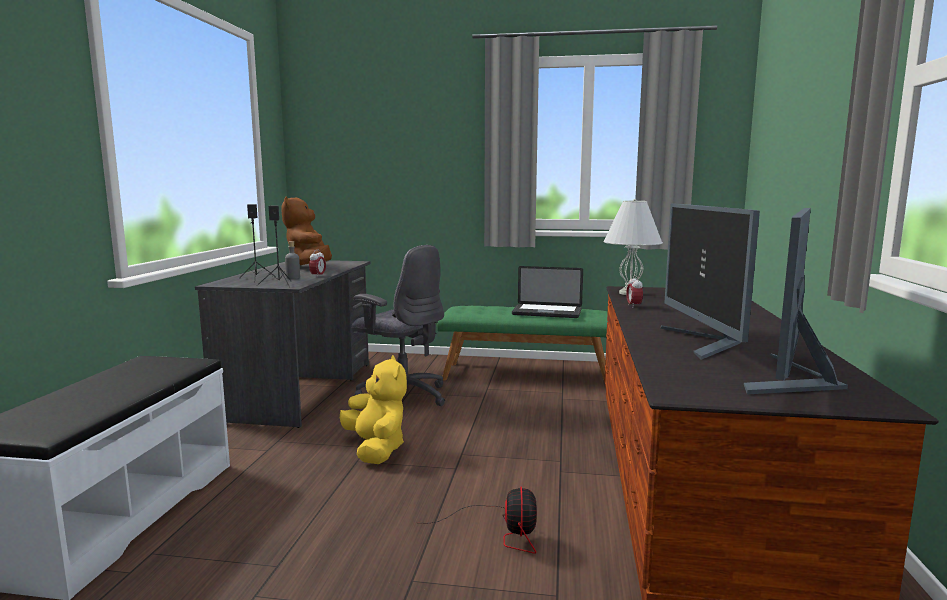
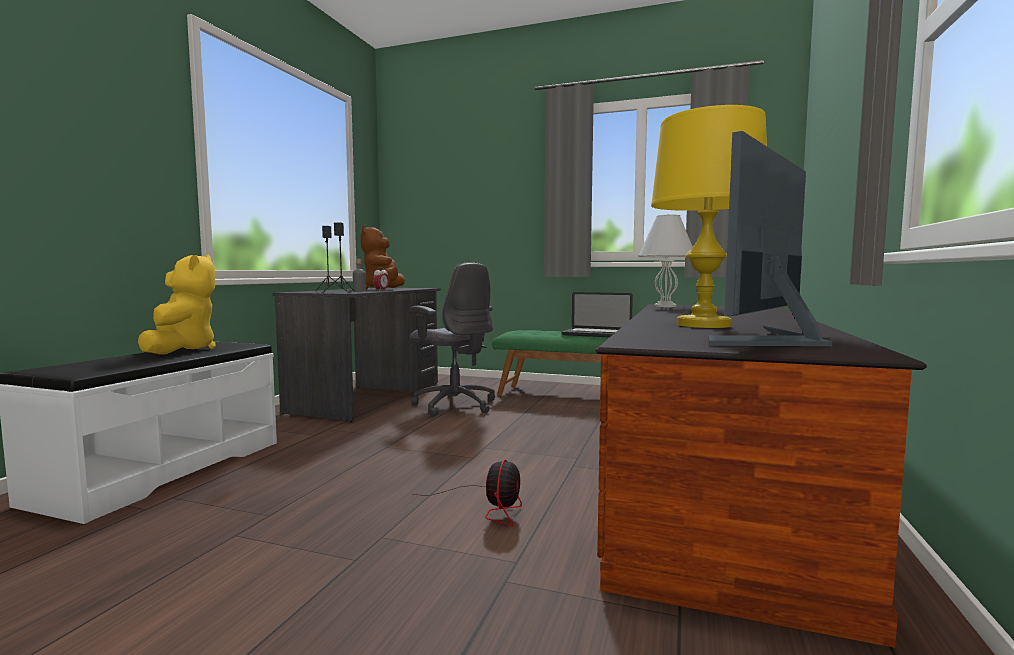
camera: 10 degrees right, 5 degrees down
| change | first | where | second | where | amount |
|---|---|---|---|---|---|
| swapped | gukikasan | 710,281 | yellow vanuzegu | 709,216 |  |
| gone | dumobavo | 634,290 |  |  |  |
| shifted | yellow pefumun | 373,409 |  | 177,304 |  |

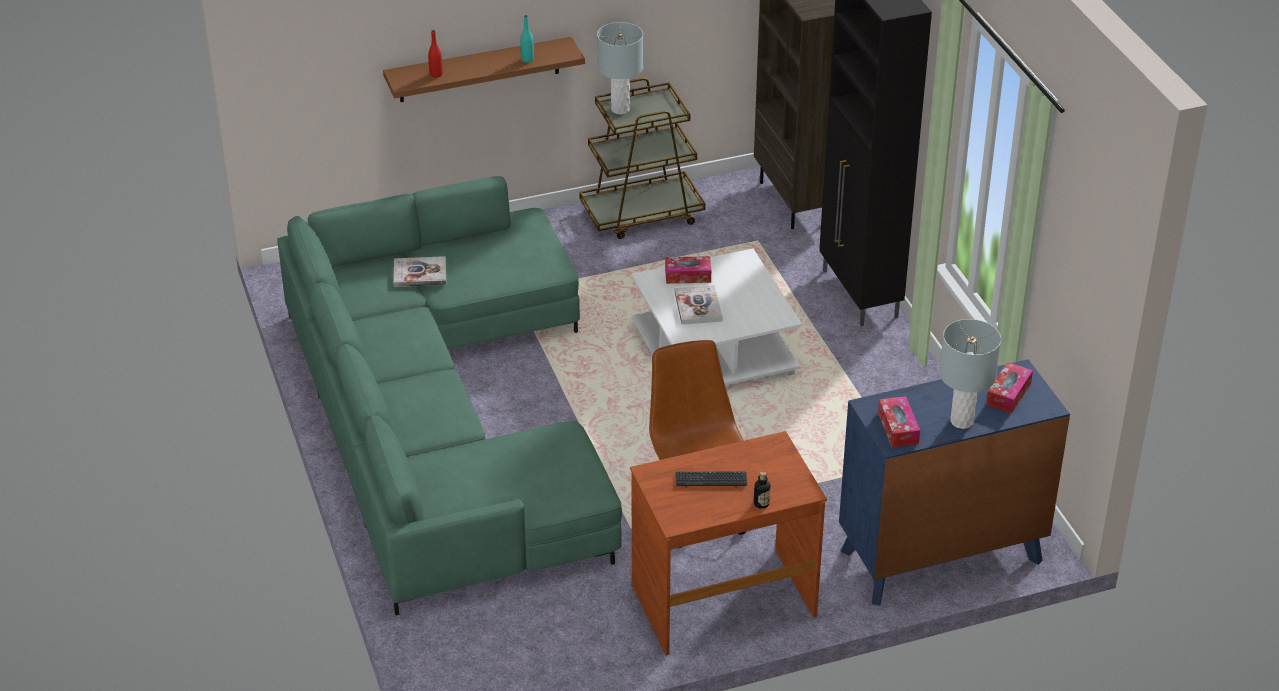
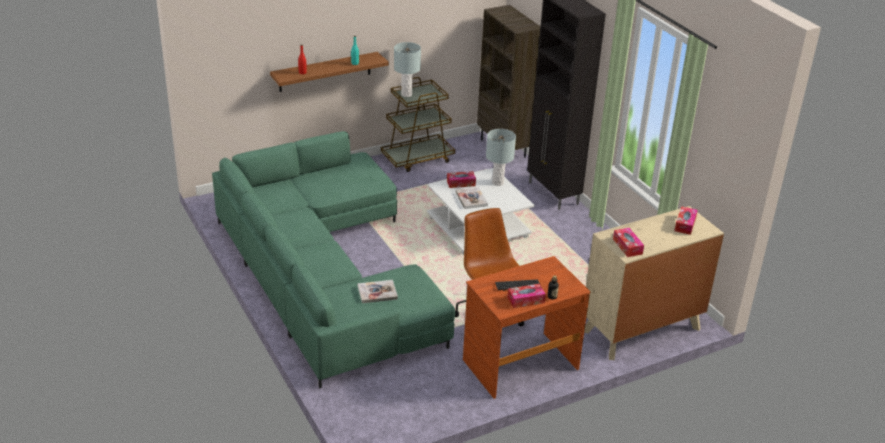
camera: 10 degrees left, 5 degrees down
| change | first | where | second | where | amount |
|---|---|---|---|---|---|
| shifted | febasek | 419,271 |  | 378,291 |  |
| shifted | grey vanuzegu | 970,374 |  | 501,157 |  |
| repainted | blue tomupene | 954,482 | beige tomupene | 654,283 |  |
| new |  |  | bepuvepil | 526,296 |  |

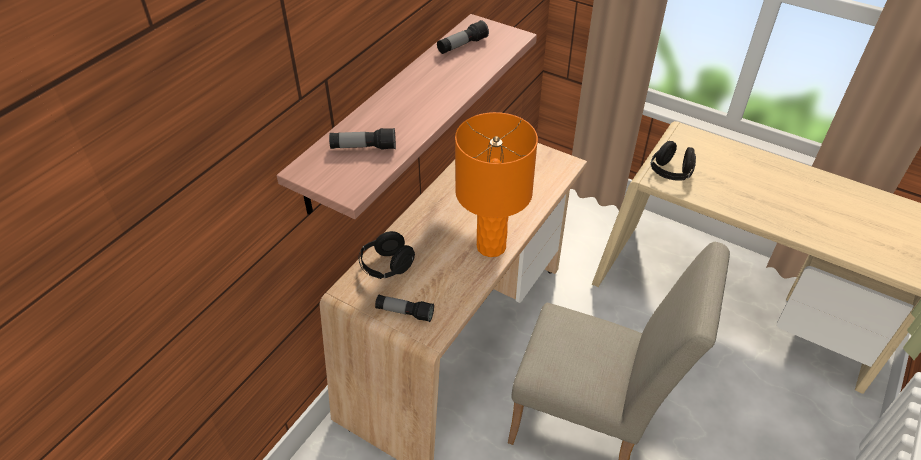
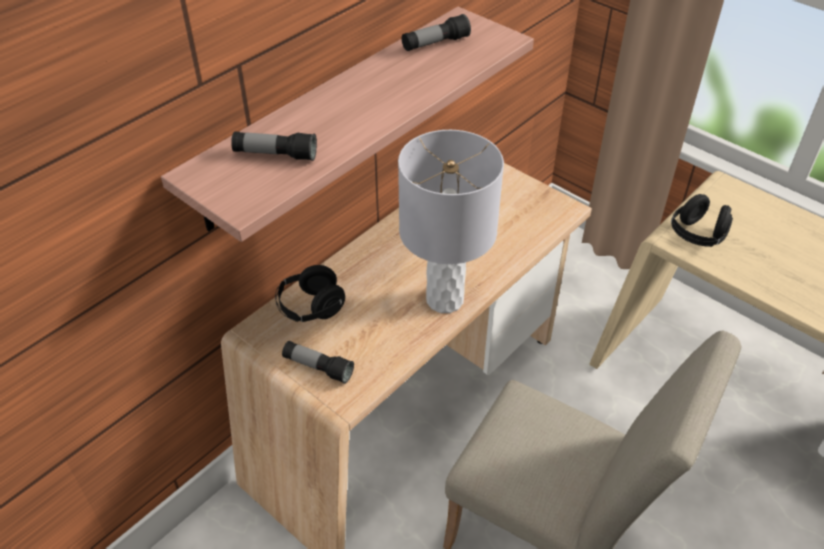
camera: 10 degrees right, 0 degrees up
| change | first | where | second | where | amount |
|---|---|---|---|---|---|
| repainted | orange vanuzegu | 496,184 | grey vanuzegu | 451,221 |  |

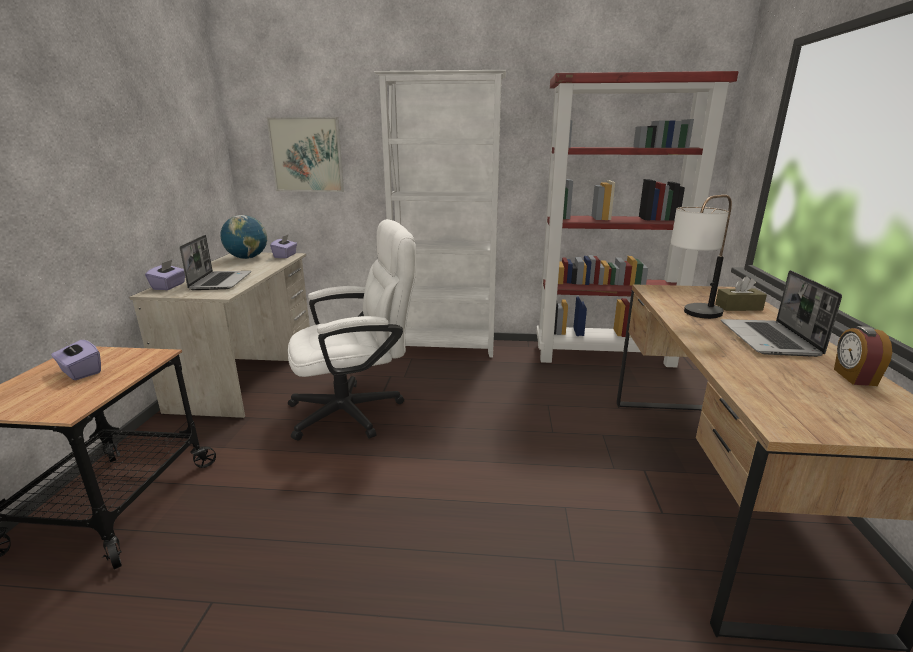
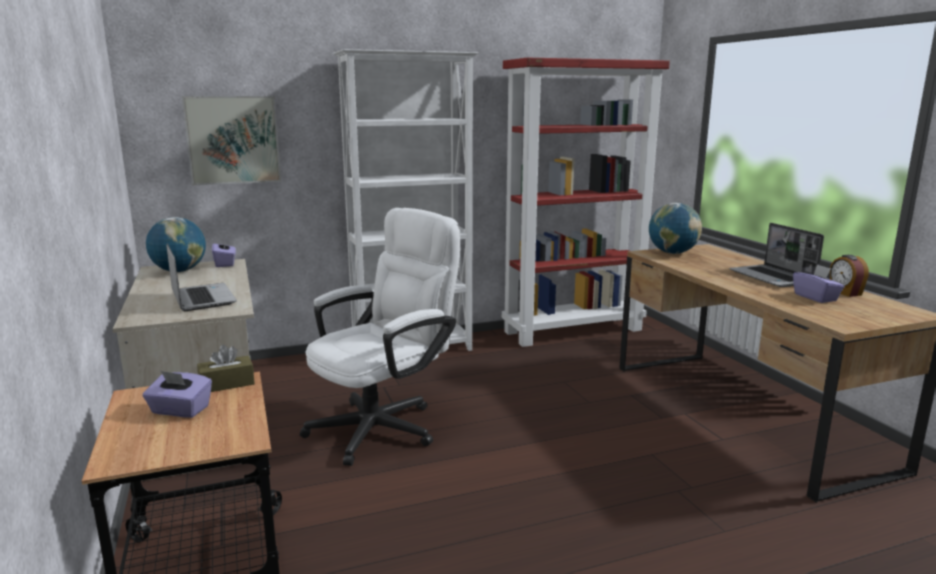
camera: 25 degrees left, 5 degrees down
| change | first | where | second | where | amount |
|---|---|---|---|---|---|
| gone | vanuzegu | 701,257 |  |  |  |
| shifted | purple bepuvepil | 165,275 |  | 819,283 |  |
| shifted | brown bepuvepil | 741,293 |  | 226,368 |  |
| new |  |  | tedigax | 675,228 |  |

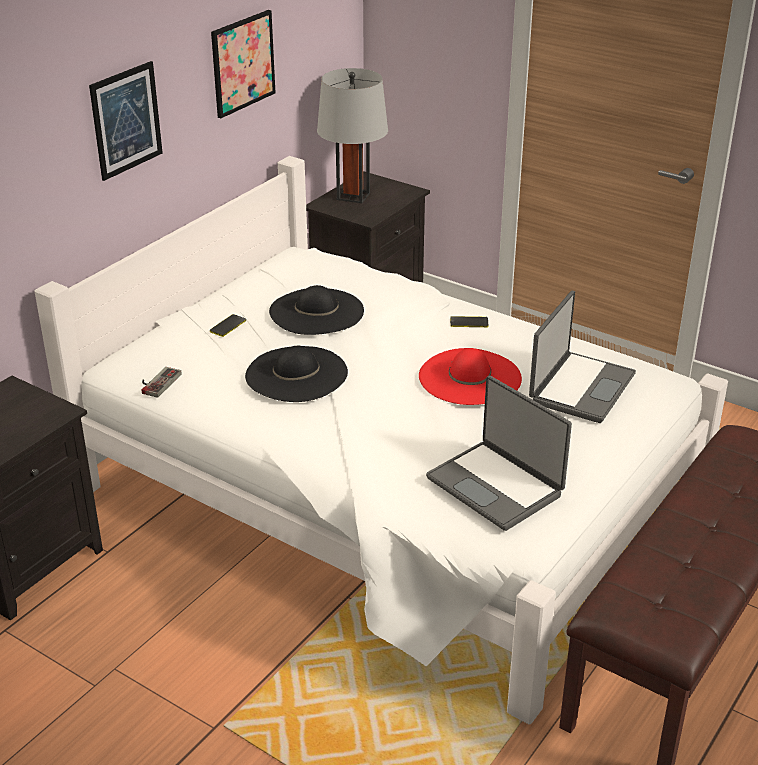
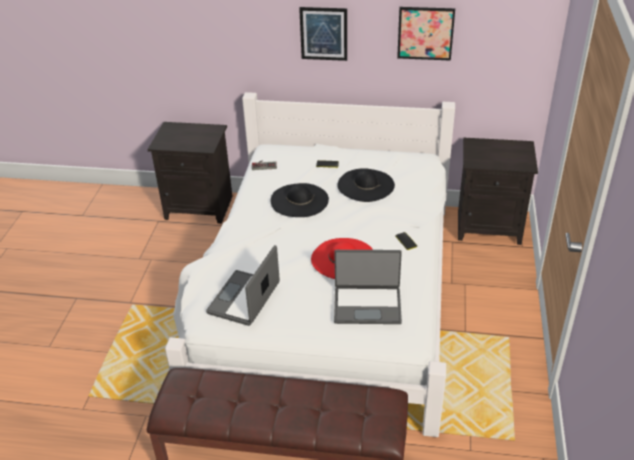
camera: 65 degrees right, 5 degrees up
| change | first | where | second | where | amount |
|---|---|---|---|---|---|
| gone | grey vanuzegu | 352,135 |  |  |  |

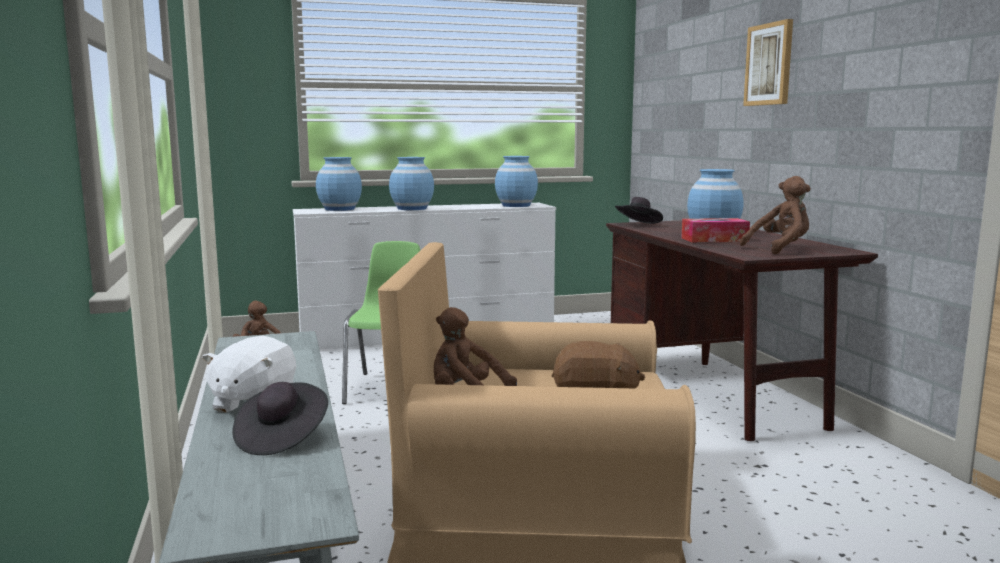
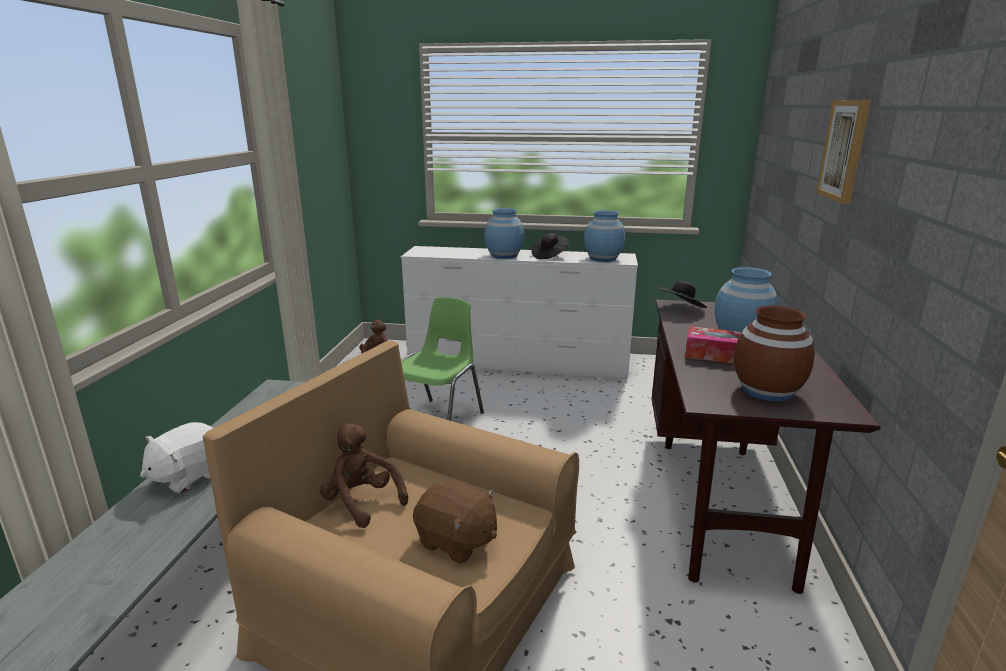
camera: 25 degrees right, 10 degrees up
| change | first | where | second | where | amount |
|---|---|---|---|---|---|
| gone | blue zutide | 339,184 |  |  |  |
| swapped | brown pefumun | 775,215 | brown zutide | 774,353 |  |
| shifted | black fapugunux | 280,418 |  | 551,246 |  |

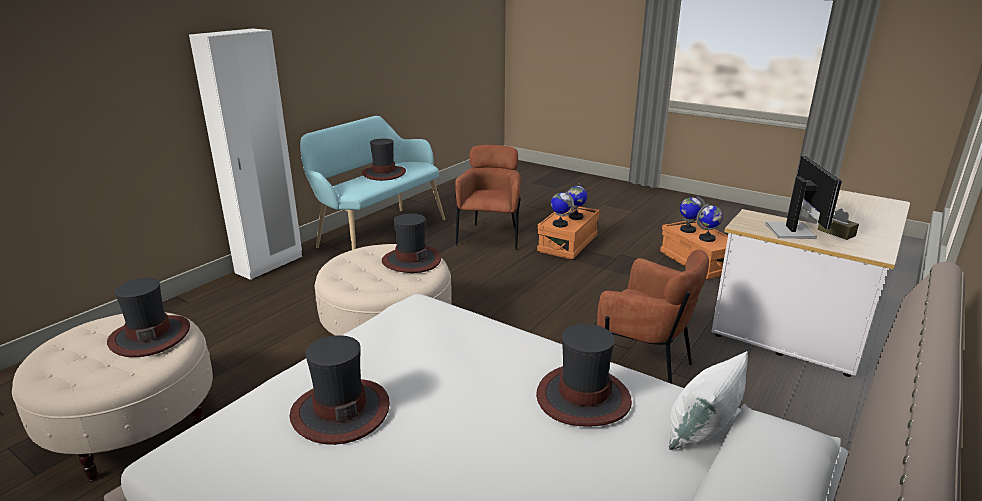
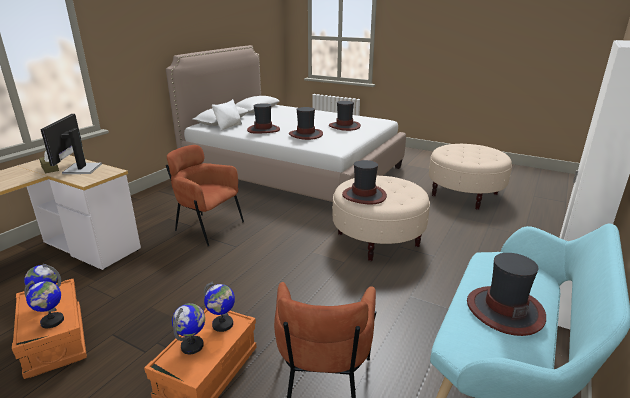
camera: 175 degrees right, 0 degrees up
| change | first | where | second | where | amount |
|---|---|---|---|---|---|
| shifted | fapugunux | 148,317 |  | 306,123 |  |

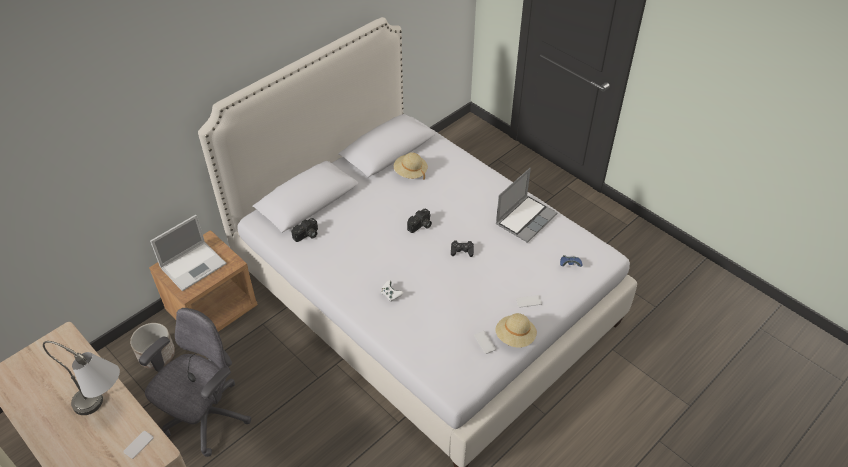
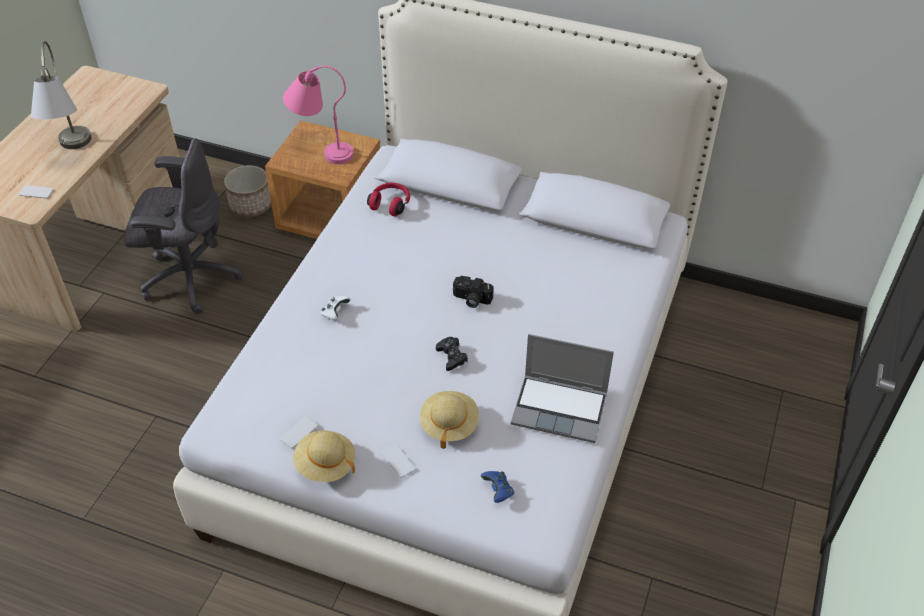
camera: 65 degrees right, 0 degrees up
| change | first | where | second | where | amount |
|---|---|---|---|---|---|
| shifted | beige fapugunux | 411,166 |  | 449,420 |  |
| swapped | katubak | 188,253 | pink vanuzegu | 318,114 |  |
| swapped | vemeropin | 304,230 | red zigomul | 388,199 |  |

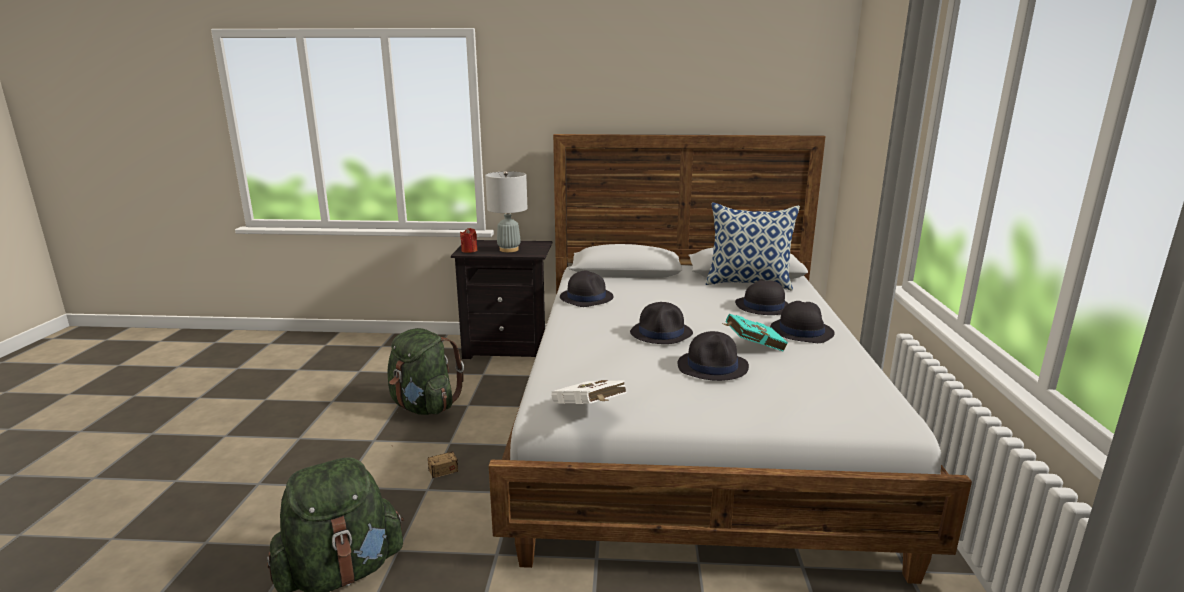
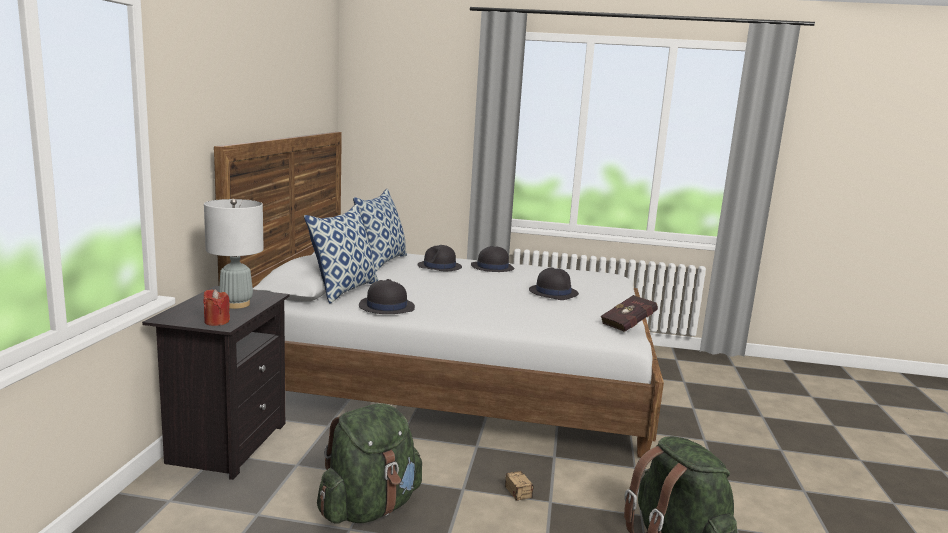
camera: 85 degrees left, 5 degrees down
| change | first | where | second | where | amount |
|---|---|---|---|---|---|
| gone | black fapugunux | 661,323 |  |  |  |
| gone | turquoise febasek | 754,332 |  |  |  |
| repainted | white febasek | 589,392 | red febasek | 629,313 |  |
| new |  |  | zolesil | 341,254 |  |

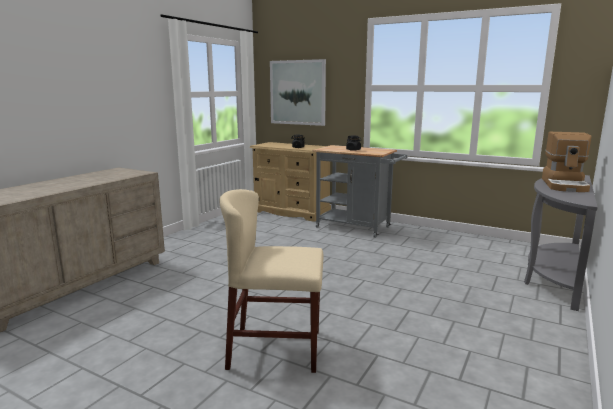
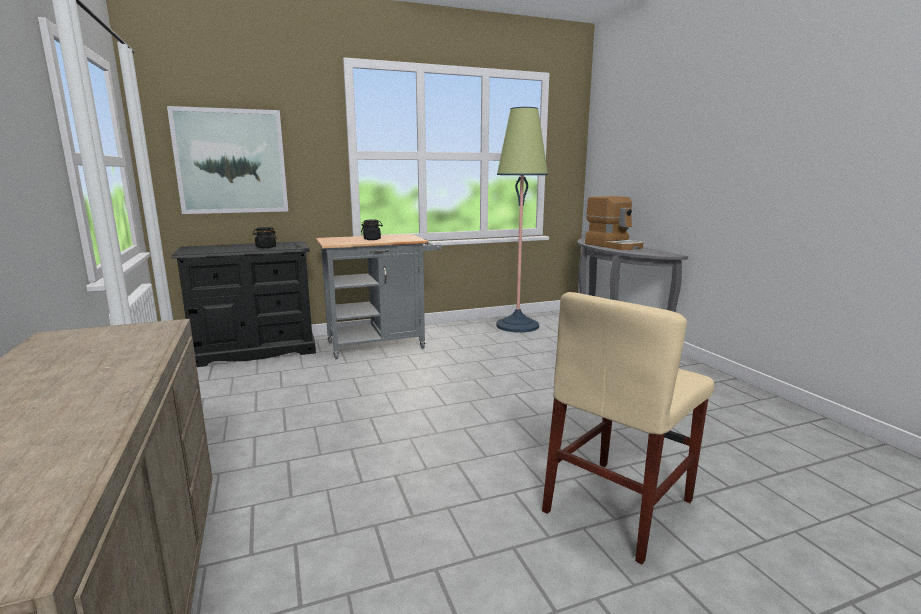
camera: 50 degrees left, 0 degrees up
| change | first | where | second | where | amount |
|---|---|---|---|---|---|
| repainted | beige tomupene | 290,182 | black tomupene | 244,304 |  |
| new |  |  | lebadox | 522,219 |  |

